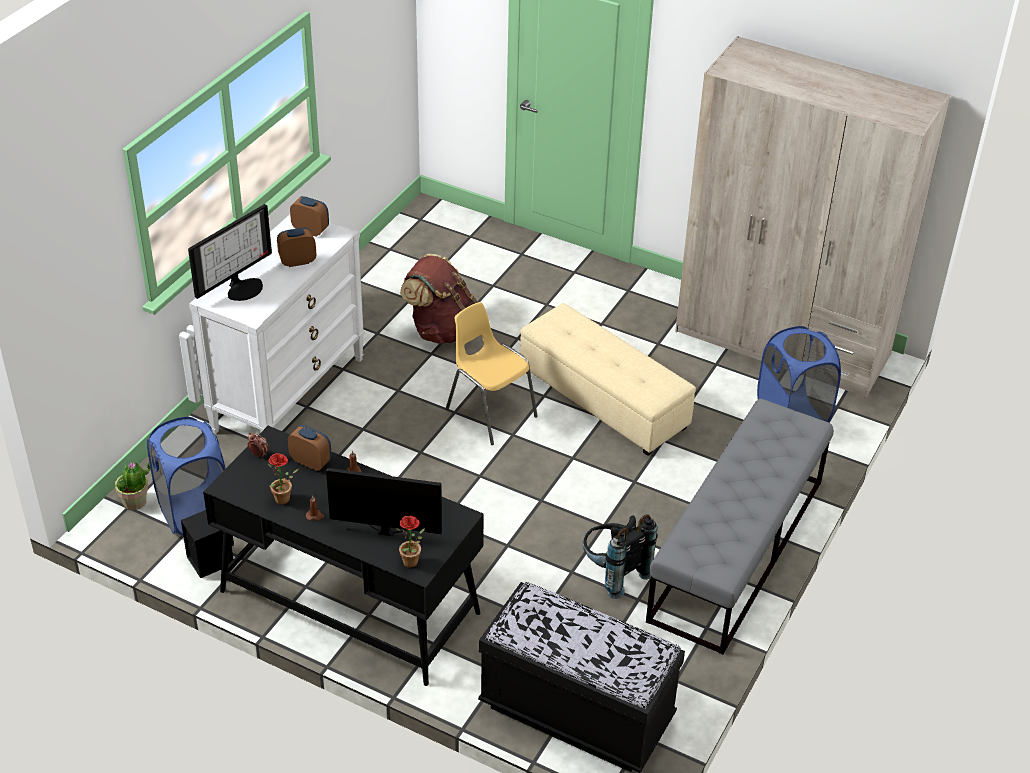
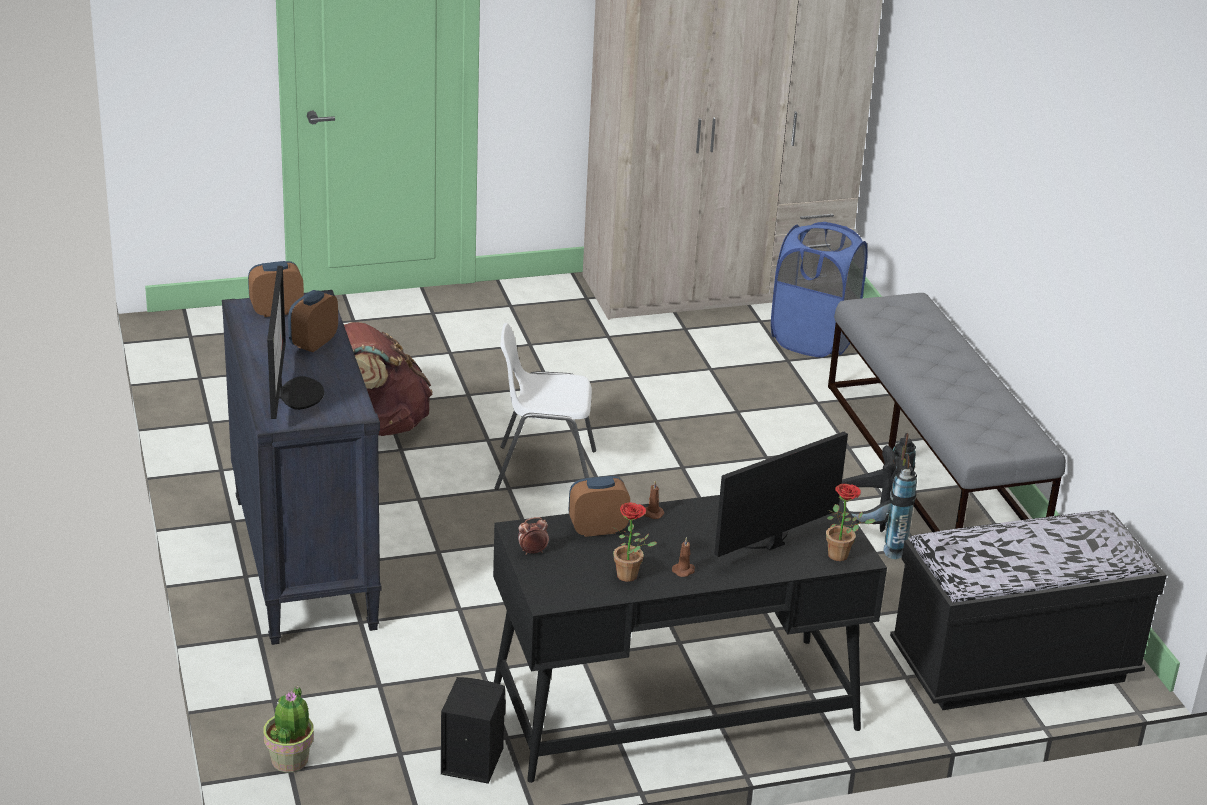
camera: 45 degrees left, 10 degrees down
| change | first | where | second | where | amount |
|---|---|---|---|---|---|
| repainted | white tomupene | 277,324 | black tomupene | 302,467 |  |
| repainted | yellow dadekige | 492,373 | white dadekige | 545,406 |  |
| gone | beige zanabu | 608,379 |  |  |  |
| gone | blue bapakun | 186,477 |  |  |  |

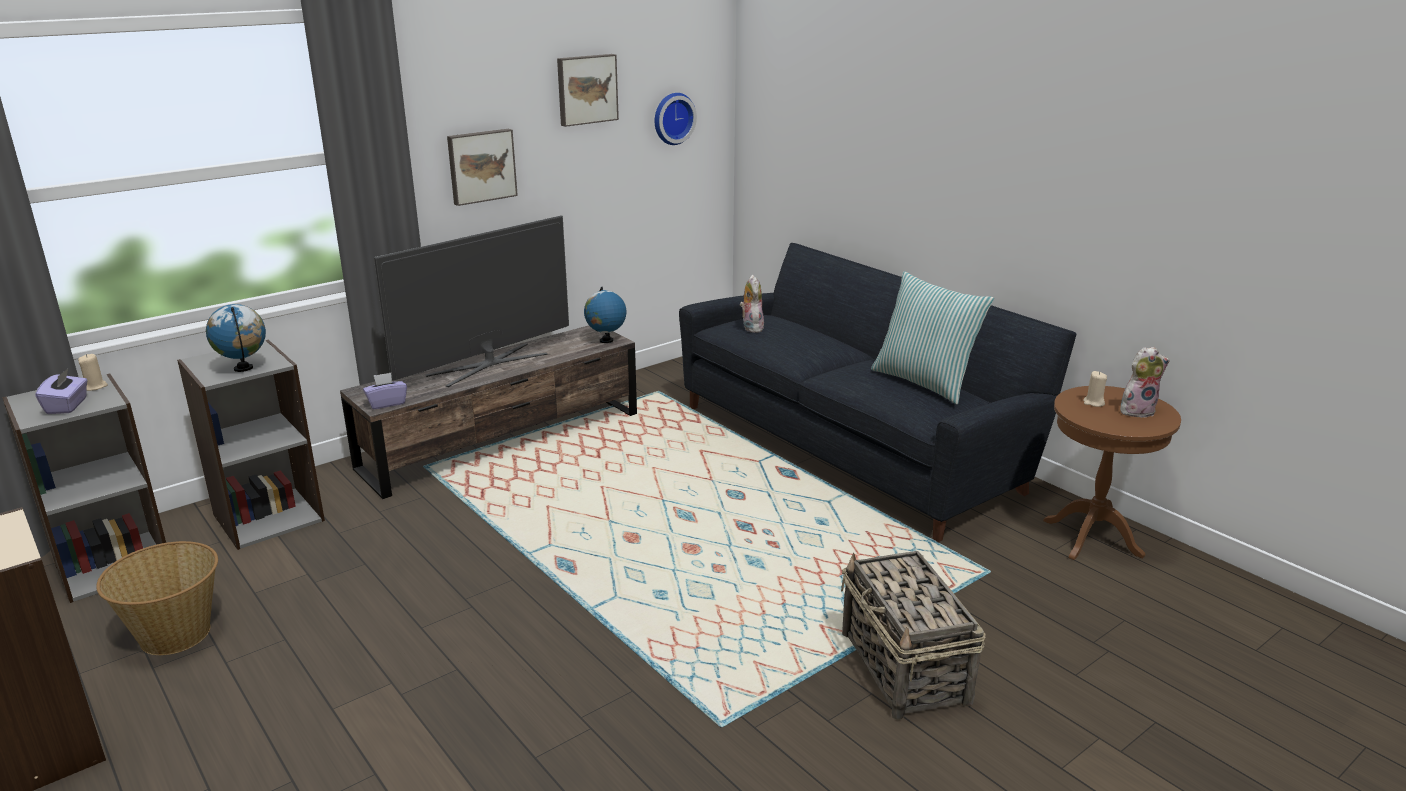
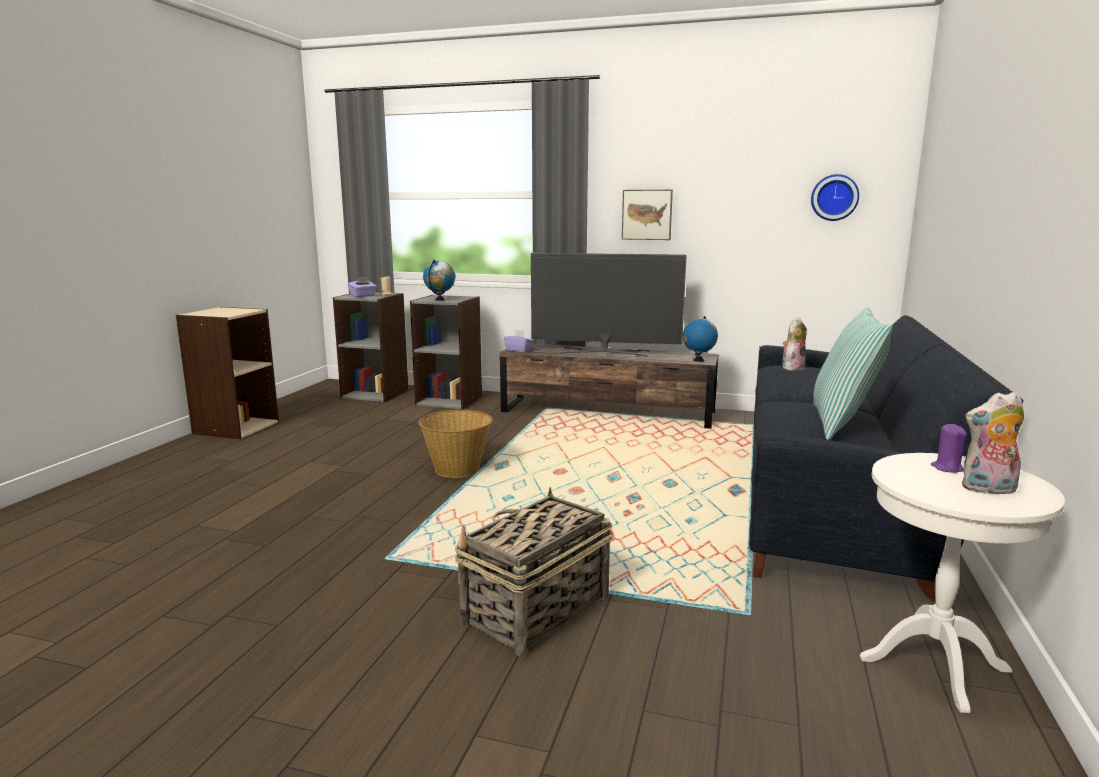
camera: 55 degrees right, 10 degrees down
| change | first | where | second | where | amount |
|---|---|---|---|---|---|
| gone | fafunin | 588,90 |  |  |  |
| rotated | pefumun | 1145,382 |  | 993,443 | 135 degrees clockwise |
| repainted | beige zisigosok | 1095,389 | purple zisigosok | 949,448 |  |
| repainted | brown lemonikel | 1112,473 | white lemonikel | 962,583 |  |
| shifted | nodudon | 157,598 |  | 455,444 |  |

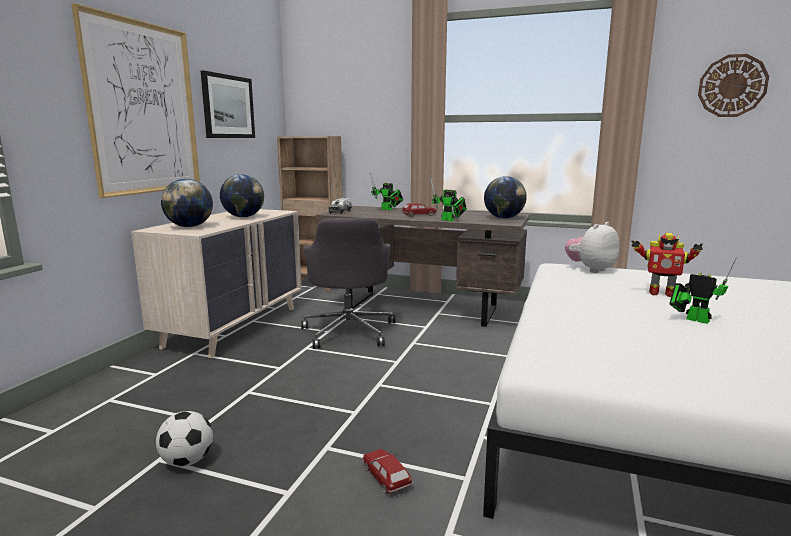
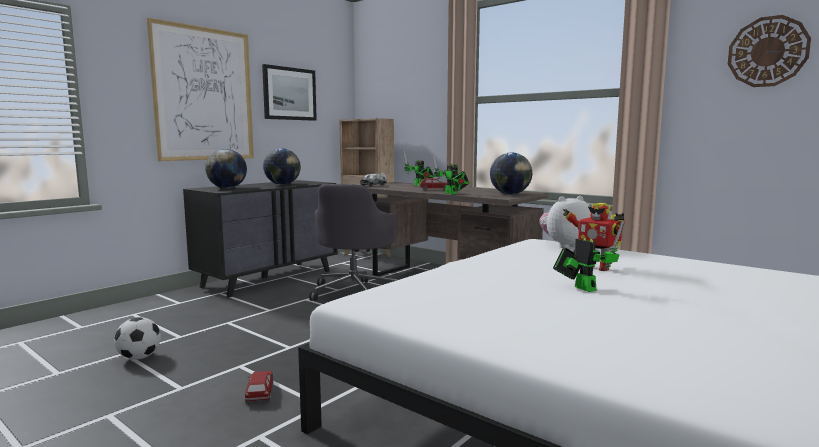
camera: 20 degrees right, 5 degrees down
| change | first | where | second | where | amount |
|---|---|---|---|---|---|
| repainted | beige tomupene | 216,283 | black tomupene | 260,238 |  |

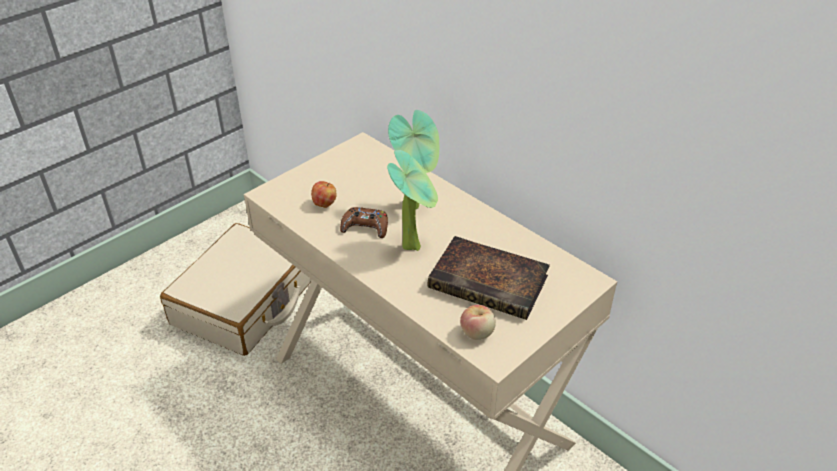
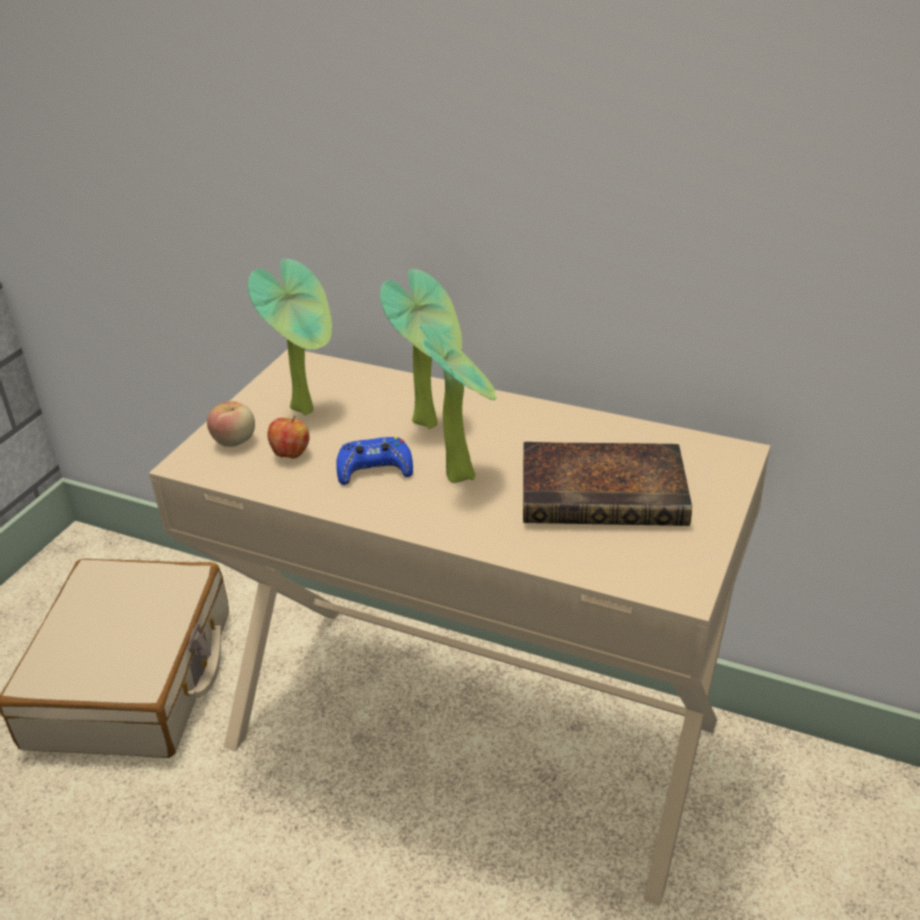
camera: 20 degrees left, 5 degrees down
| change | first | where | second | where | amount |
|---|---|---|---|---|---|
| repainted | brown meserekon | 364,222 | blue meserekon | 374,461 |  |
| shifted | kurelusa | 478,322 |  | 231,424 |  |
| new |  |  | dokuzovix | 290,336 |  |

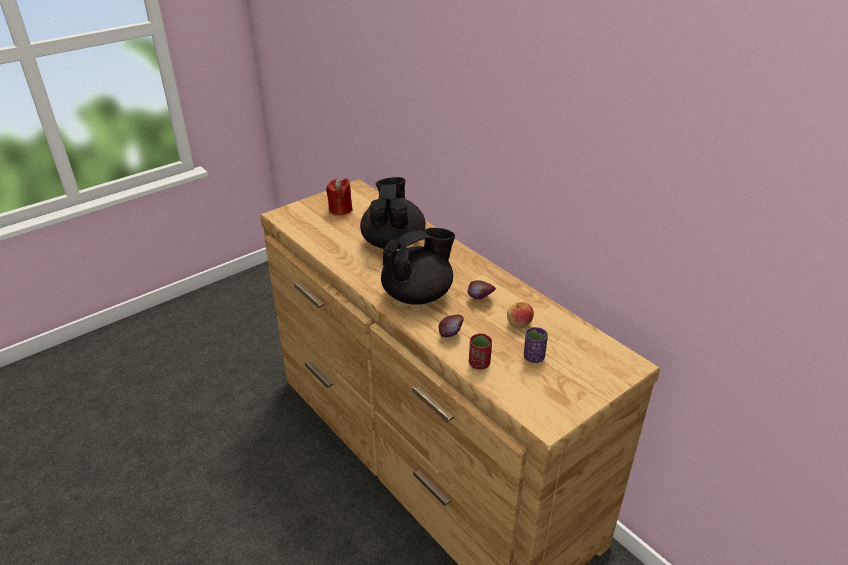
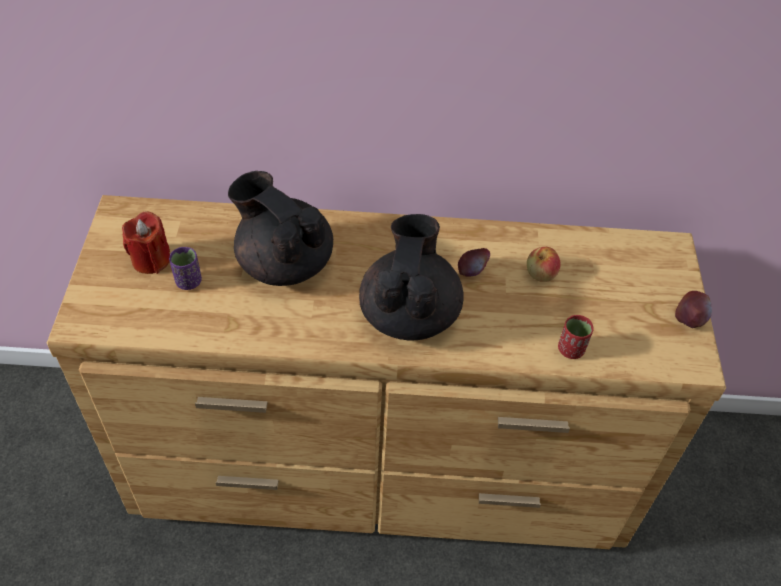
camera: 50 degrees left, 15 degrees up
| change | first | where | second | where | amount |
|---|---|---|---|---|---|
| shifted | kurelusa | 451,325 |  | 693,309 |  |
| shifted | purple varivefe | 536,345 |  | 185,268 |  |

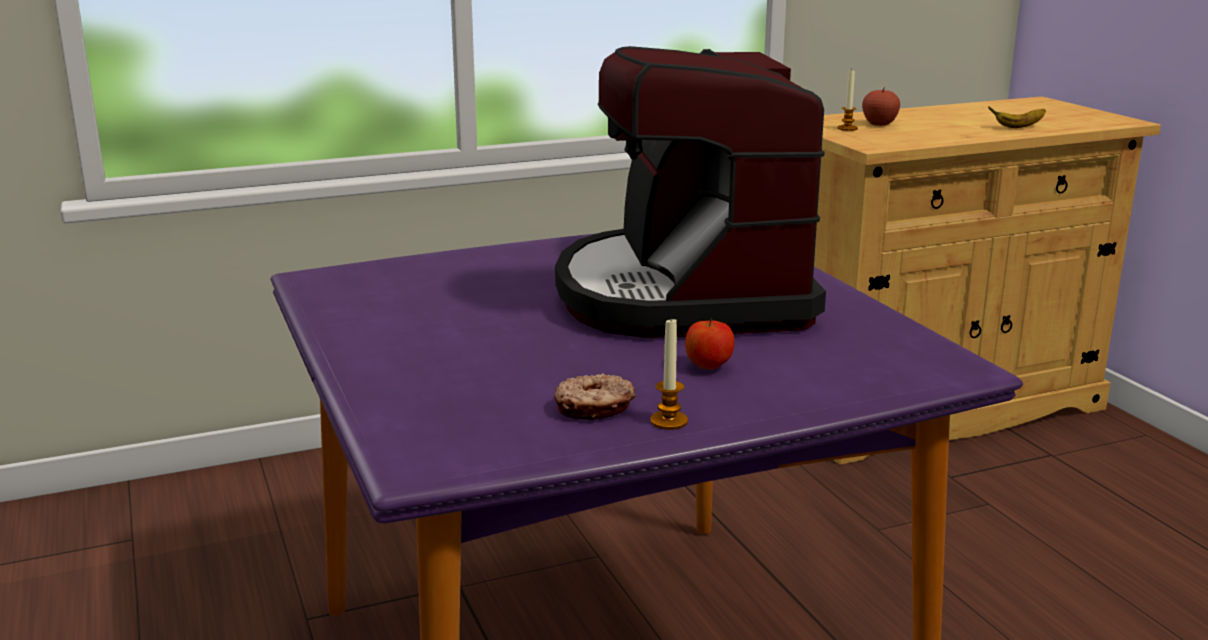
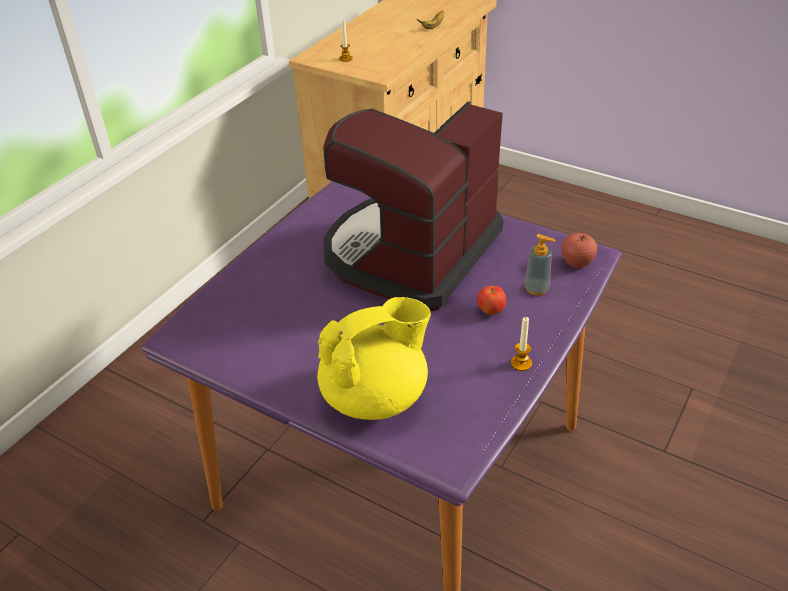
camera: 35 degrees left, 20 degrees up
| change | first | where | second | where | amount |
|---|---|---|---|---|---|
| rotated | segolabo | 690,192 |  | 413,206 | 75 degrees clockwise |
| shifted | kurelusa | 881,106 |  | 579,250 |  |
| gone | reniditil | 595,396 |  |  |  |
| new |  |  | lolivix | 540,265 |  |
| new |  |  | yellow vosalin | 374,358 |  |

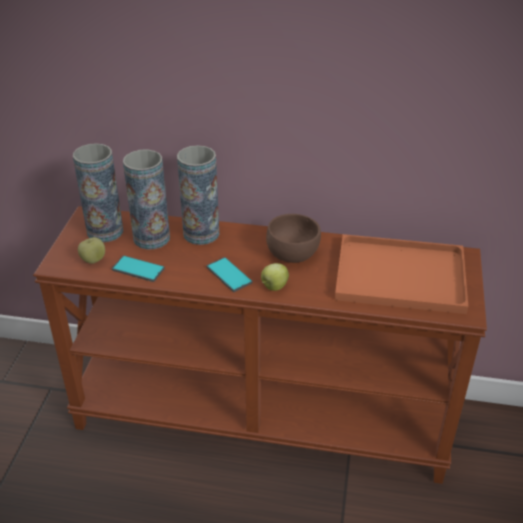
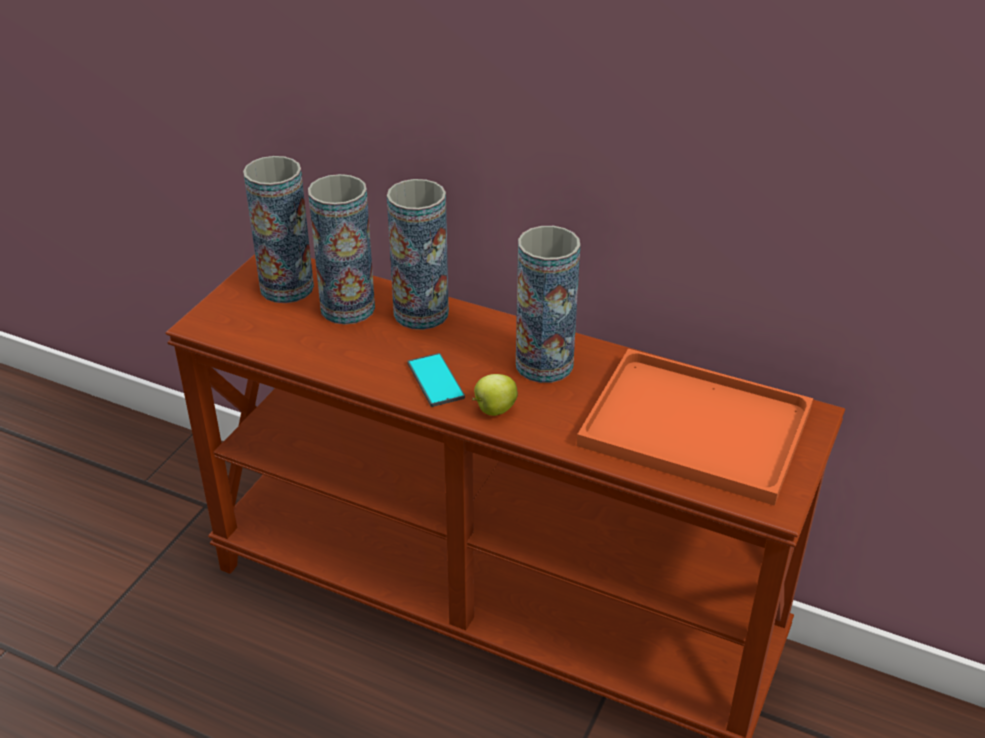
camera: 15 degrees right, 0 degrees up
| change | first | where | second | where | amount |
|---|---|---|---|---|---|
| swapped | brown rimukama | 293,238 | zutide | 548,304 |  |
| gone | kurelusa | 91,250 |  |  |  |
| gone | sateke | 138,268 |  |  |  |

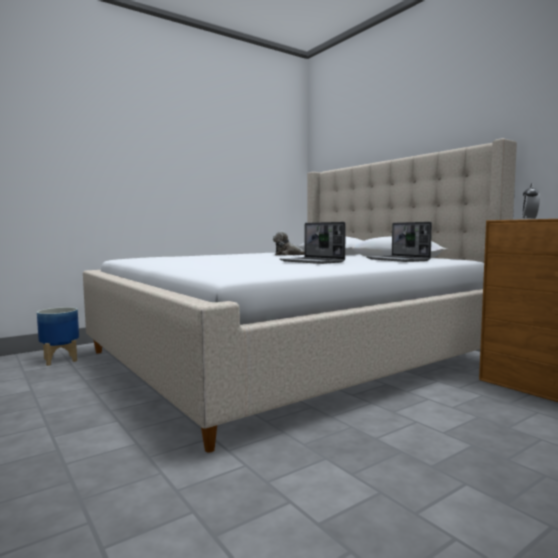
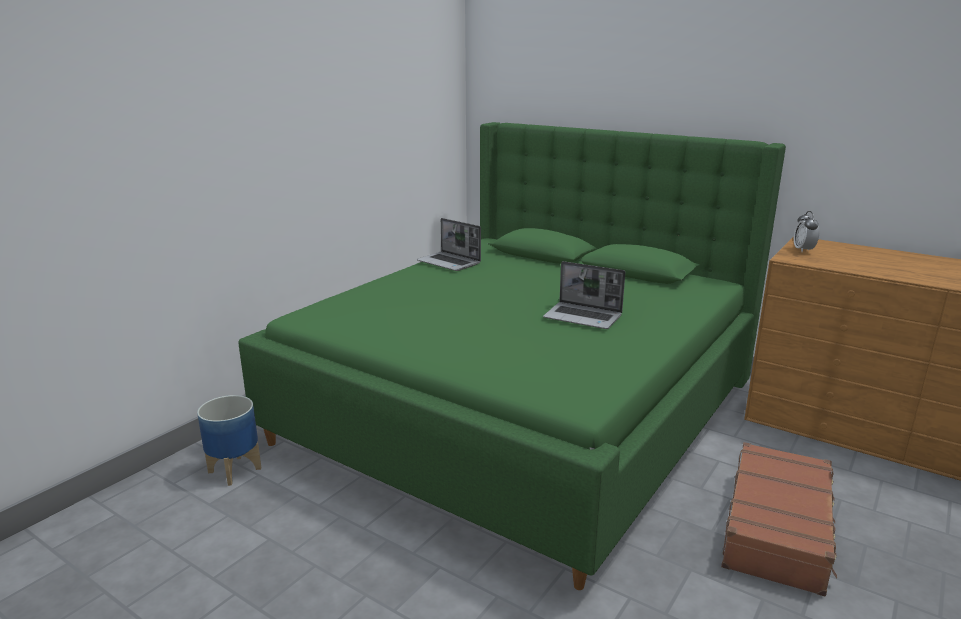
camera: 20 degrees left, 15 degrees up
| change | first | where | second | where | amount |
|---|---|---|---|---|---|
| repainted | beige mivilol | 300,295 | green mivilol | 512,356 |  |
| shifted | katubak | 399,242 |  | 449,244 |  |
| gone | pefumun | 289,243 |  |  |  |
| new |  |  | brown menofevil | 779,519 |  |

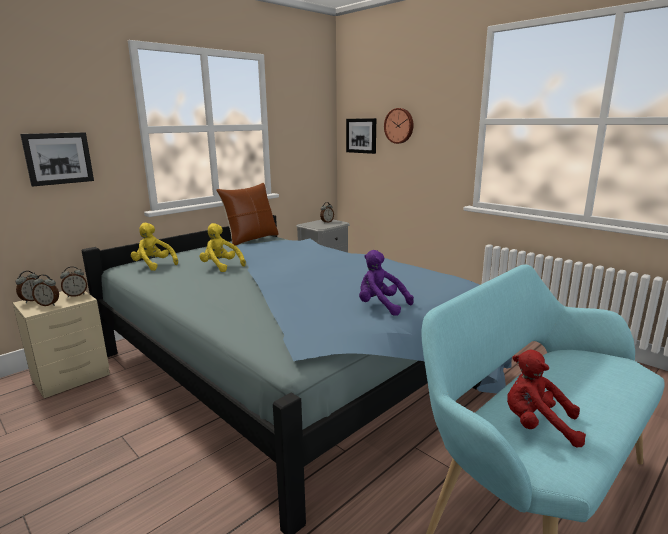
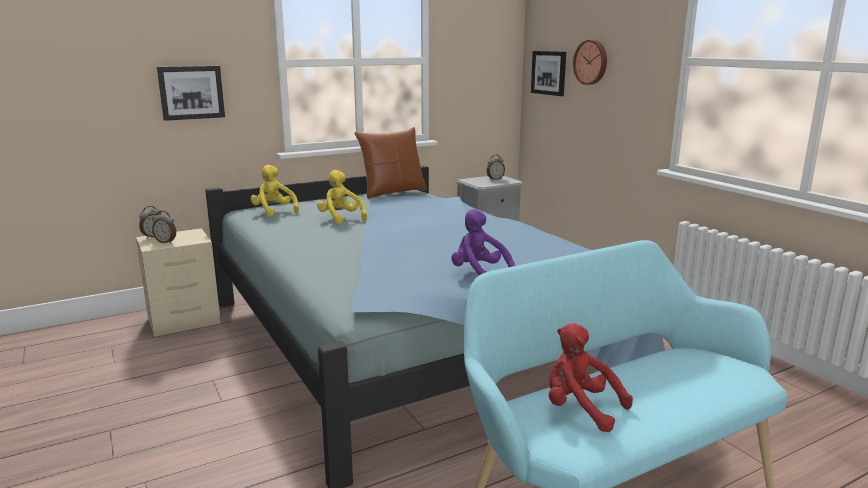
camera: 15 degrees right, 0 degrees up
| change | first | where | second | where | amount |
|---|---|---|---|---|---|
| gone | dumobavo | 73,281 |  |  |  |

